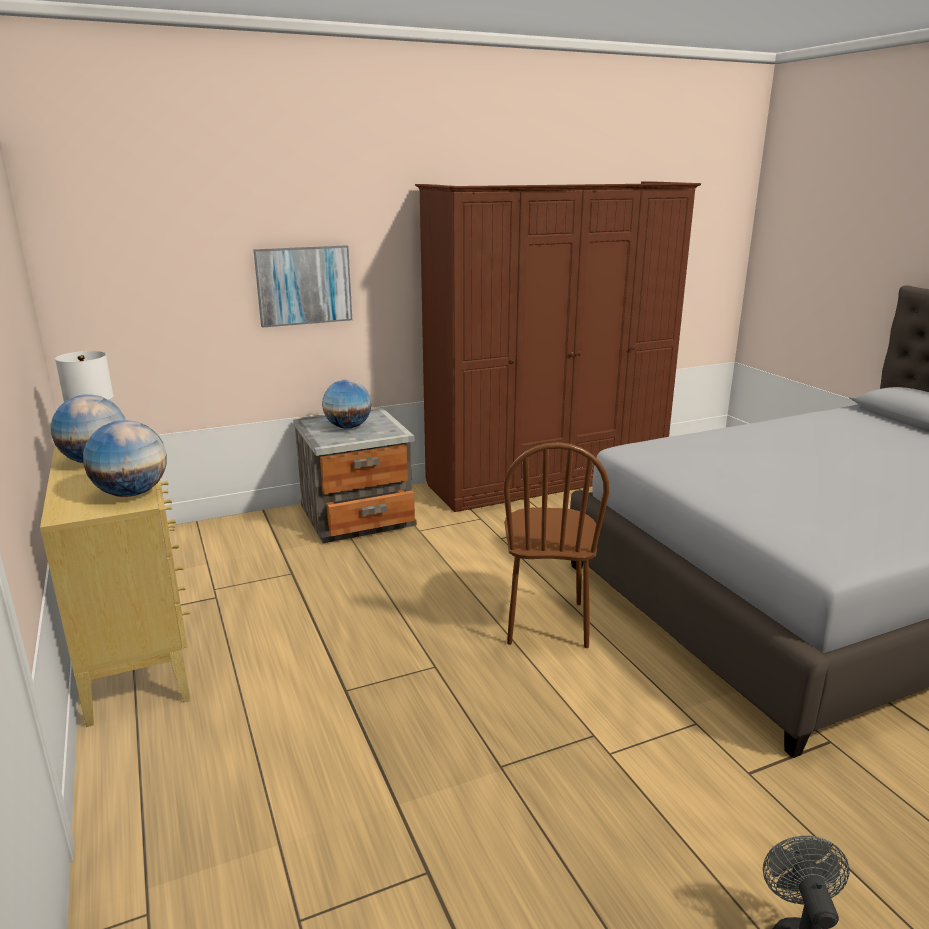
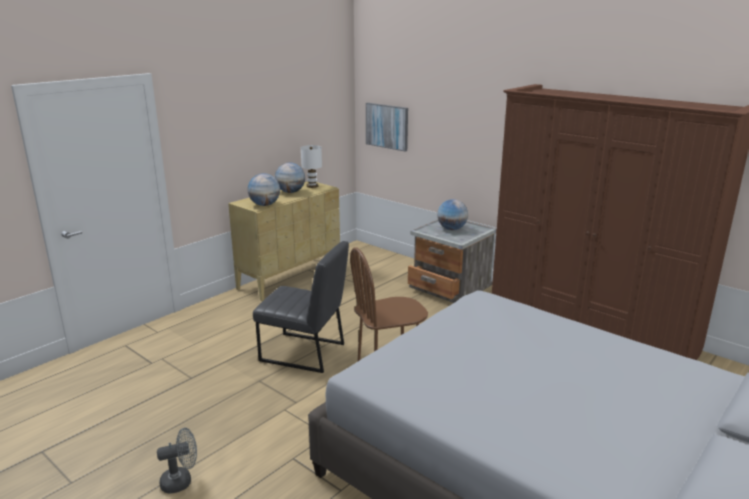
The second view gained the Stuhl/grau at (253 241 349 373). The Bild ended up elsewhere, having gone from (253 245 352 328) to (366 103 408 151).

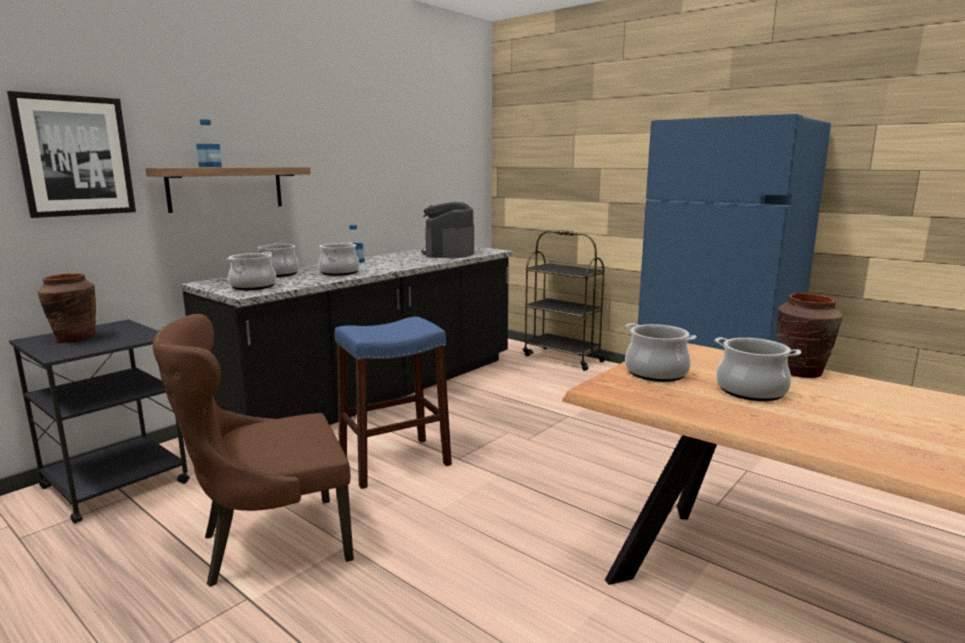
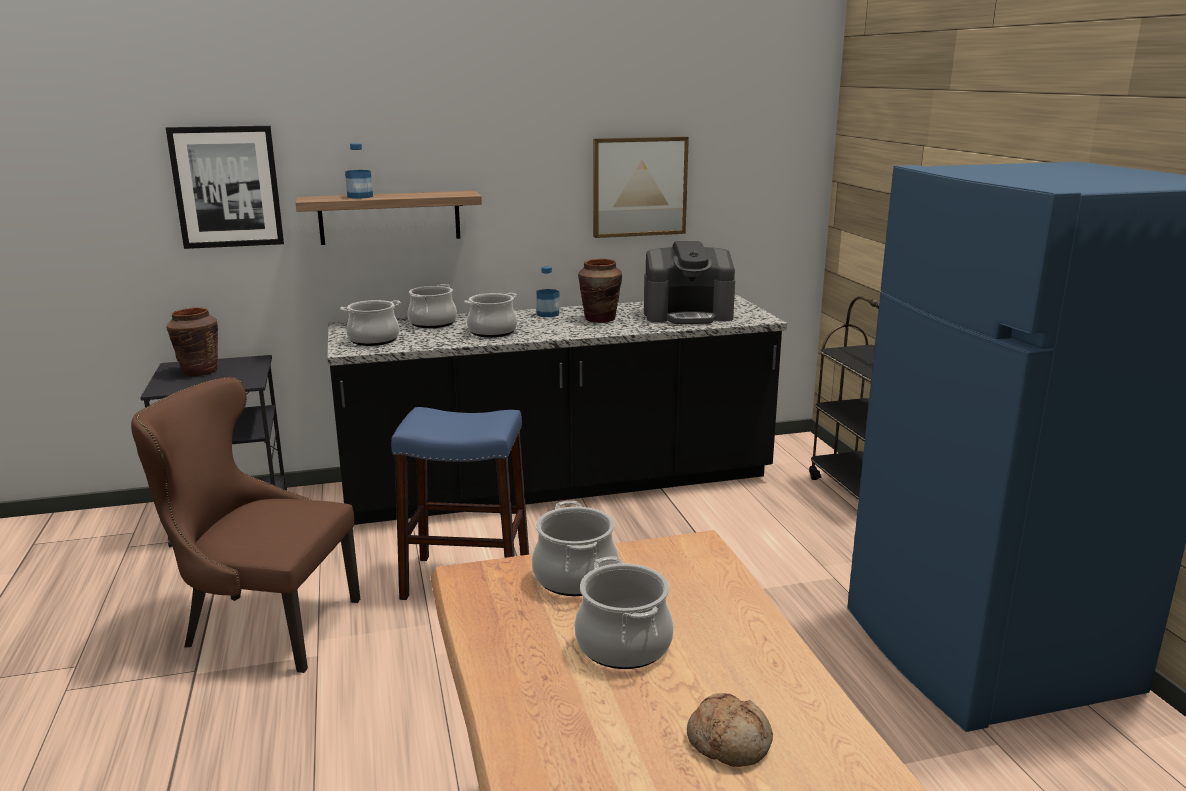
The Vase/braun ended up elsewhere, having gone from (777 293 843 378) to (578 259 622 323). The second view gained the Bild at (593 136 689 238). The Kaffeemaschine at (421 202 474 258) ended up facing another way, 135 degrees counterclockwise from before. The second view gained the Brot at (687 693 773 767).

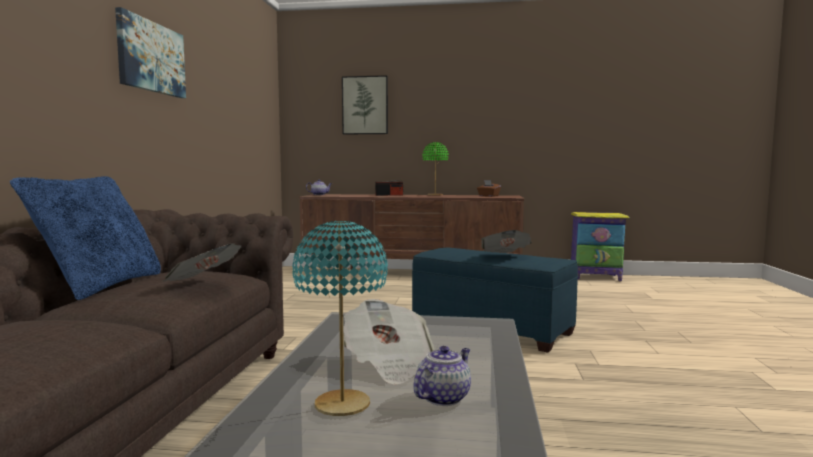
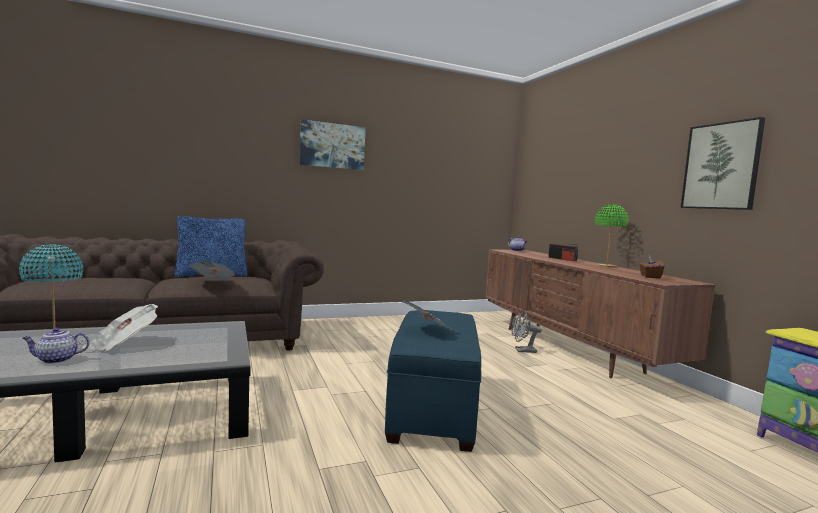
The Teekanne at (413 346 471 406) ended up facing another way, 150 degrees clockwise from before. The second view gained the Ventilator/grau at (511 310 542 353). The Bild ended up elsewhere, having gone from (342 75 388 135) to (681 117 765 210).

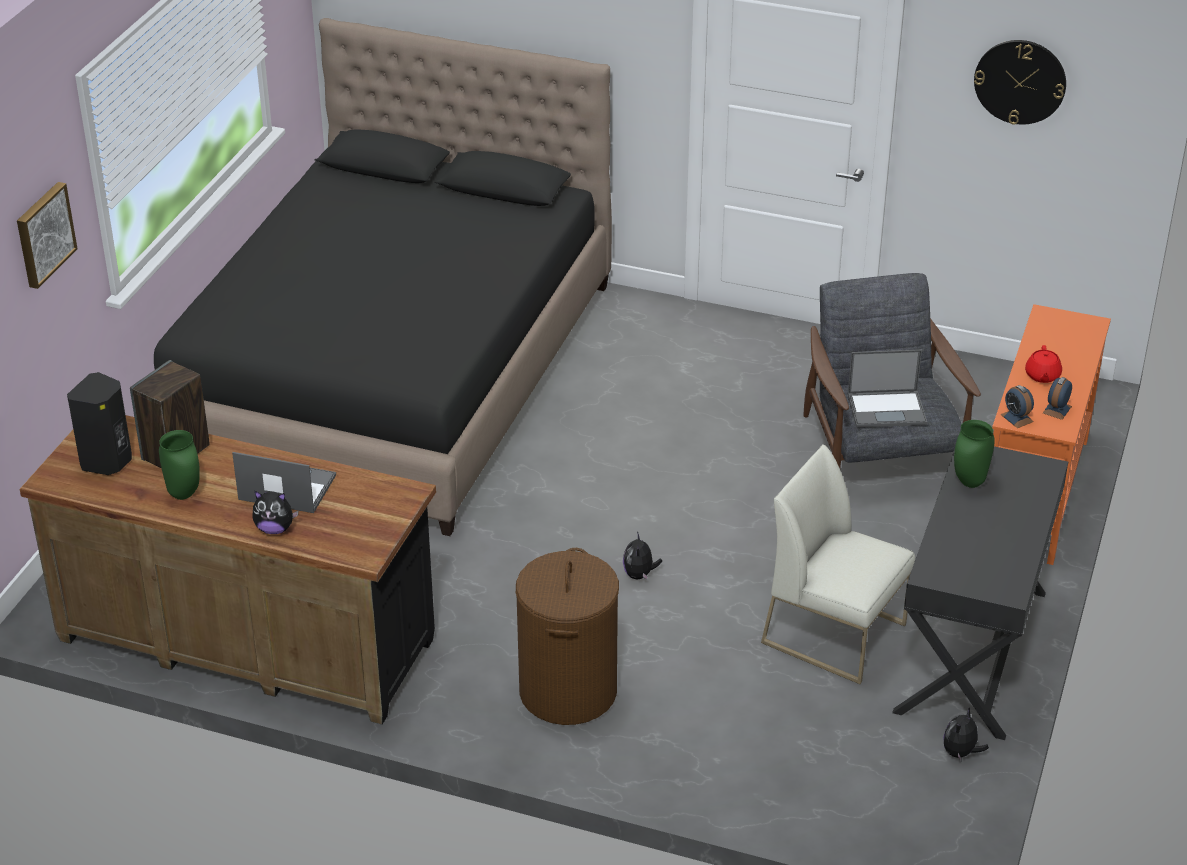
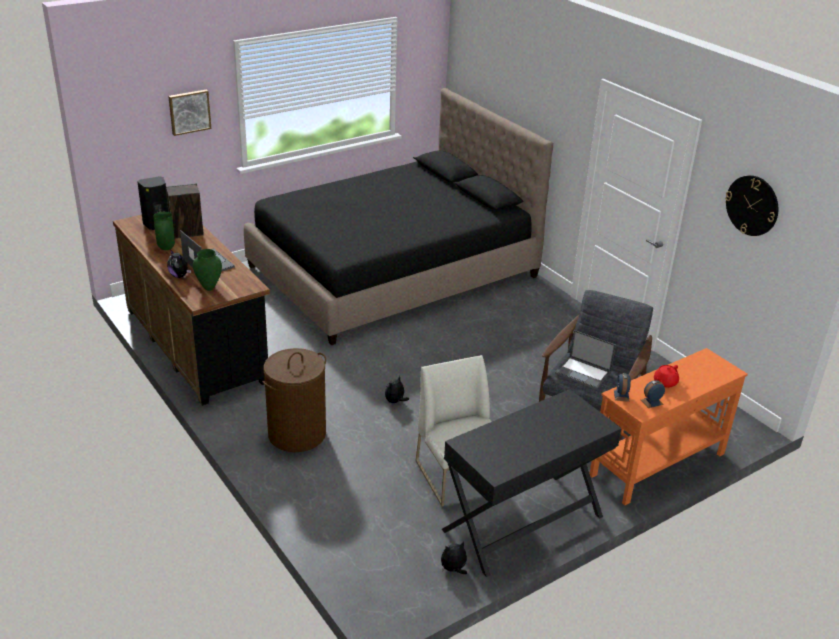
The Vase/grün ended up elsewhere, having gone from (954 420 995 488) to (193 249 222 291).

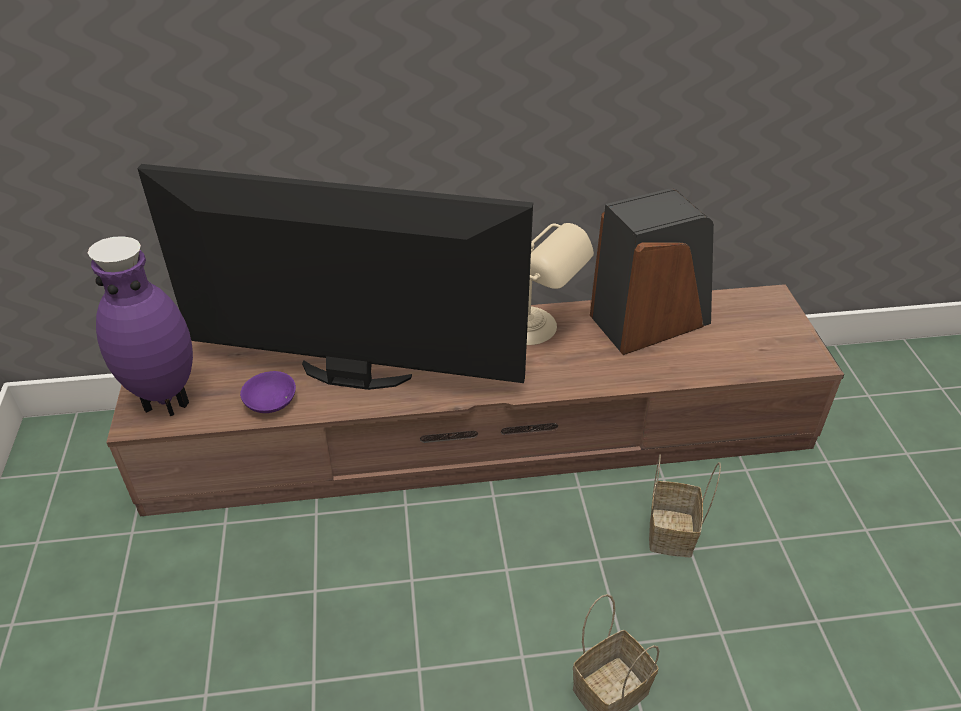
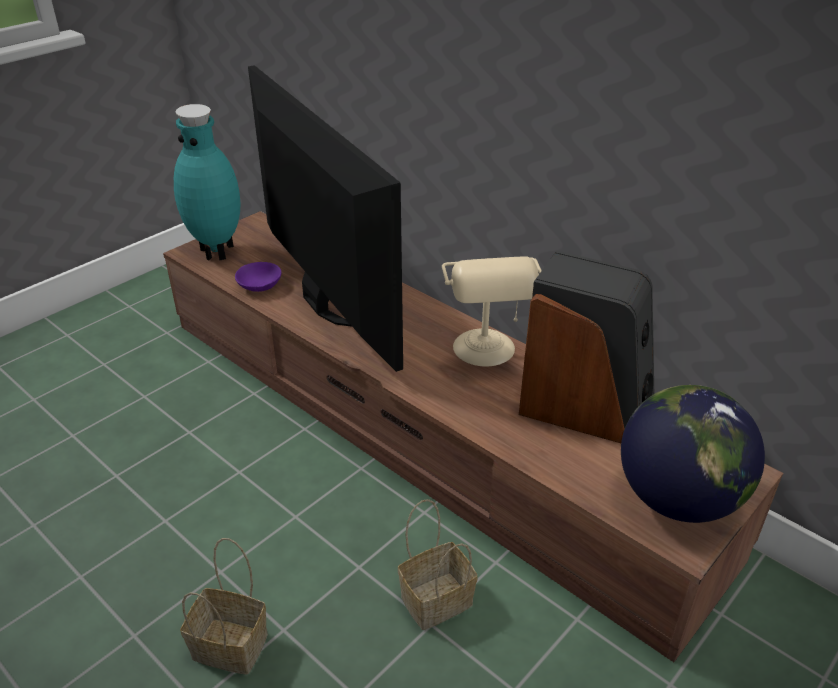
What was the Vase/lila at (88 236 193 416) turned into the Vase/türkis at (174 104 240 261). The second view gained the Globus at (621 385 765 523).

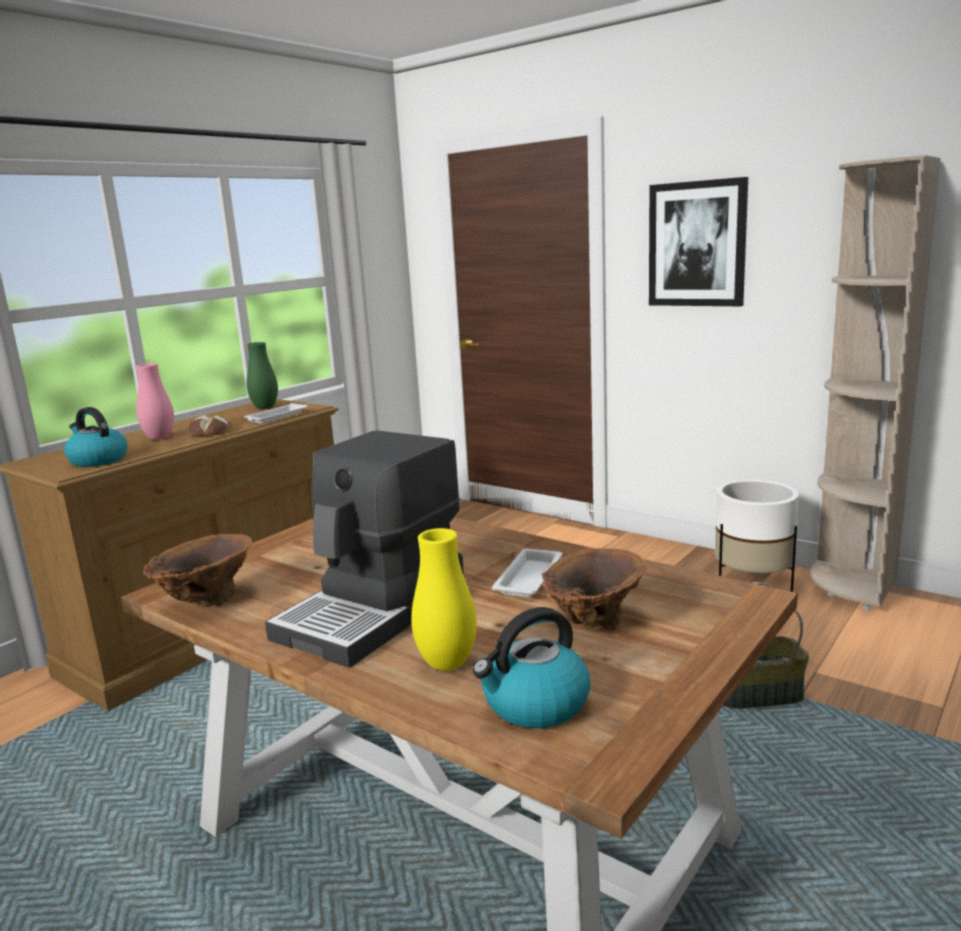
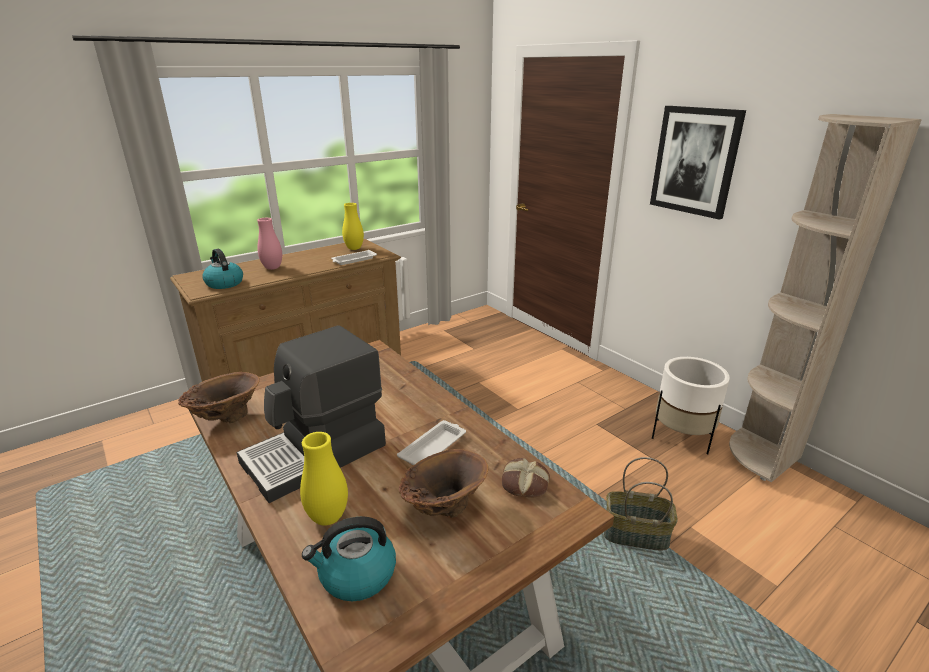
What was the Vase/grün at (246 342 278 409) turned into the Vase/gelb at (342 203 364 250). The Brot ended up elsewhere, having gone from (189 415 231 436) to (502 458 550 498).

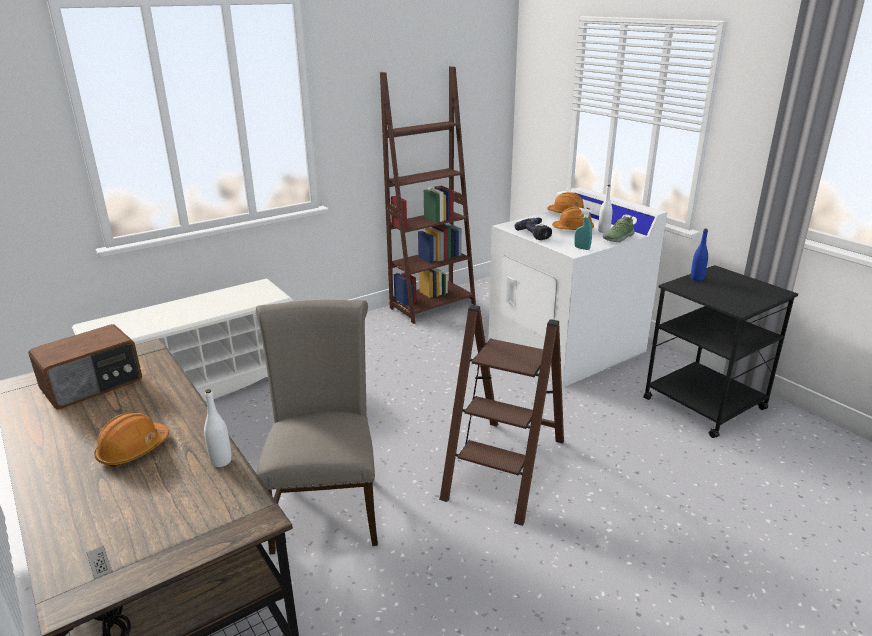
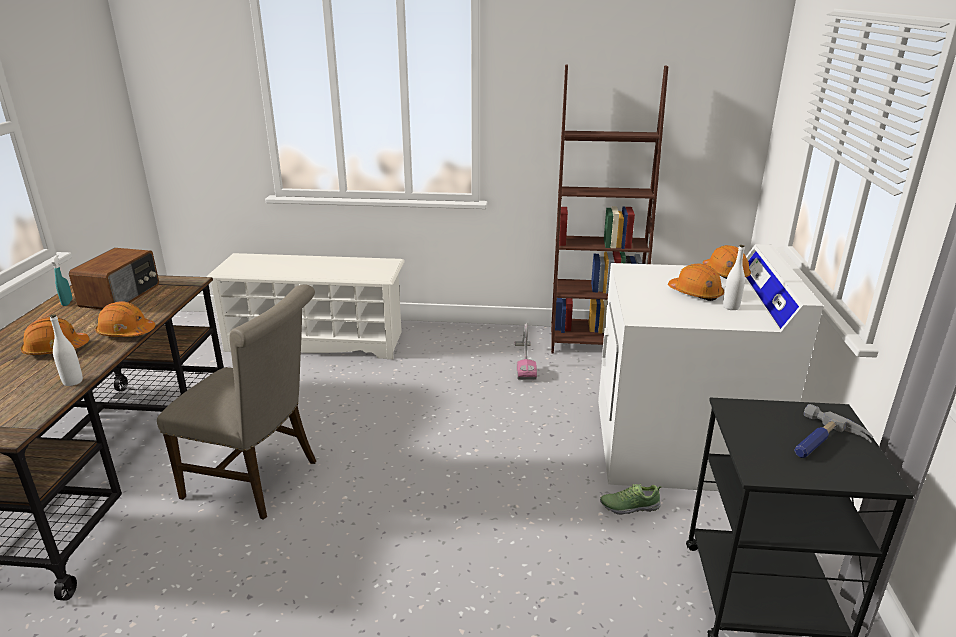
The Sprühflasche/türkis ended up elsewhere, having gone from (574 208 592 250) to (51 255 73 306). The Radio at (28 324 142 410) ended up facing another way, 75 degrees counterclockwise from before. The second view gained the Schutzhelm/orange at (95 301 155 337). The Stuhl/beige at (256 300 378 554) ended up facing another way, 75 degrees clockwise from before. The second view gained the Staubsauger at (515 323 537 380). The Schuh ended up elsewhere, having gone from (603 216 635 242) to (600 484 661 515). The second view gained the Hammer at (794 404 873 458). The second view lost the Trittleiter/braun at (439 305 564 526). The second view lost the Bohrmaschine at (515 218 552 240). The second view lost the Flasche/blau at (691 228 708 281).

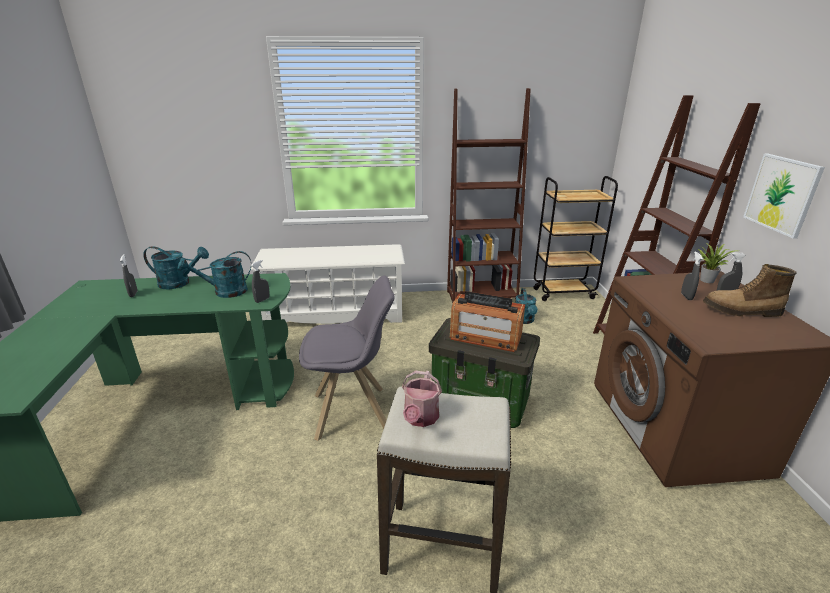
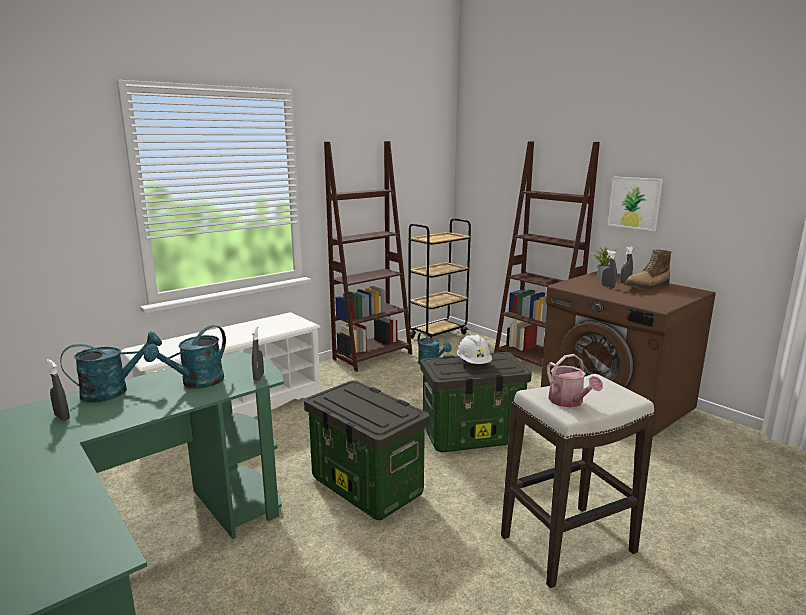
Where the Stuhl/grau stood at (299 276 395 441), the Aufbewahrungsbox came to stand at (304 380 429 520). Where the Radio stood at (450 291 525 352), the Schutzhelm/weiß came to stand at (457 335 492 364).

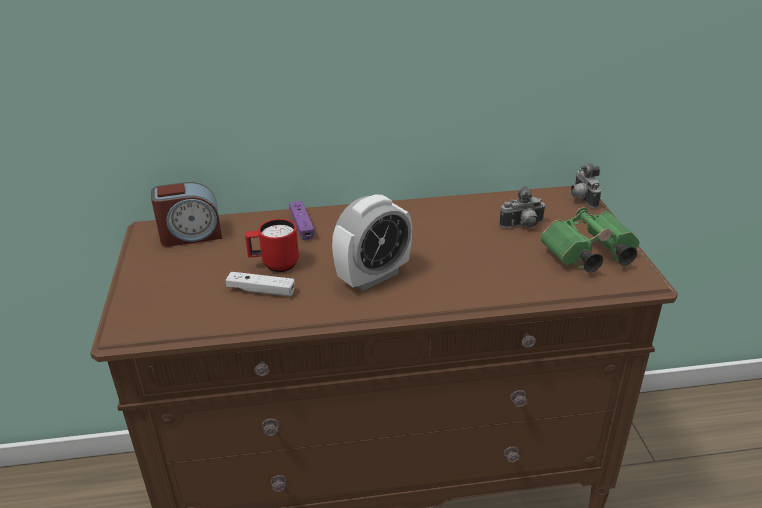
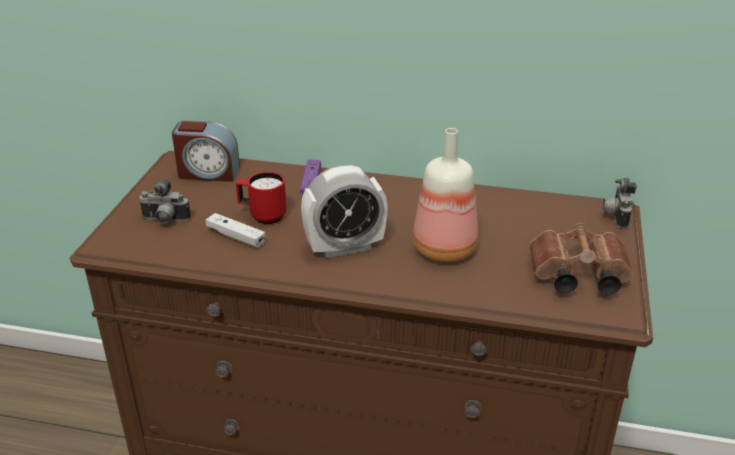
The Kamera ended up elsewhere, having gone from (499 186 546 228) to (139 179 191 223). The second view gained the Flasche at (413 128 478 262). What was the Fernglas/grün at (540 207 639 272) turned into the Fernglas/braun at (529 223 633 295).

